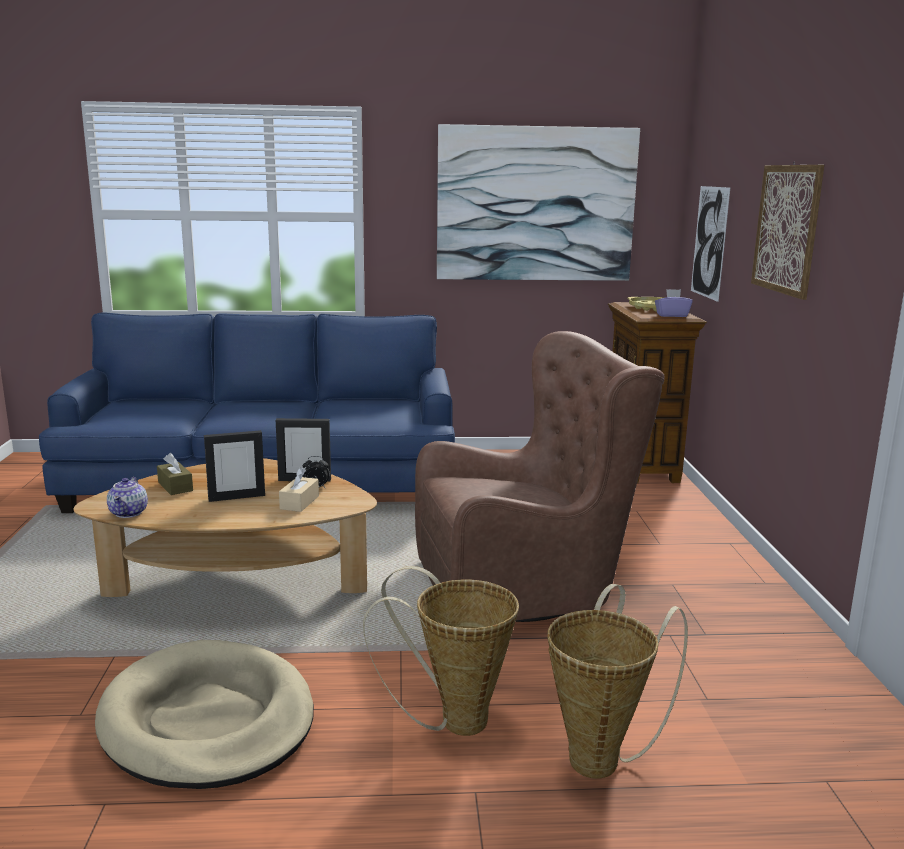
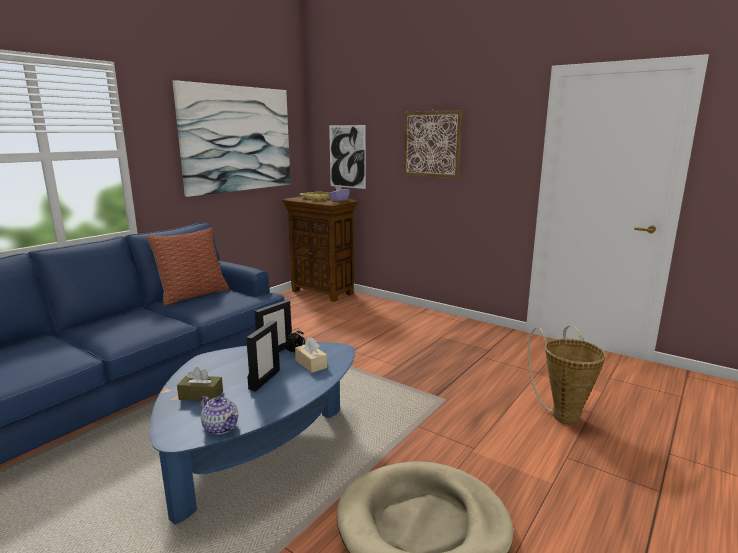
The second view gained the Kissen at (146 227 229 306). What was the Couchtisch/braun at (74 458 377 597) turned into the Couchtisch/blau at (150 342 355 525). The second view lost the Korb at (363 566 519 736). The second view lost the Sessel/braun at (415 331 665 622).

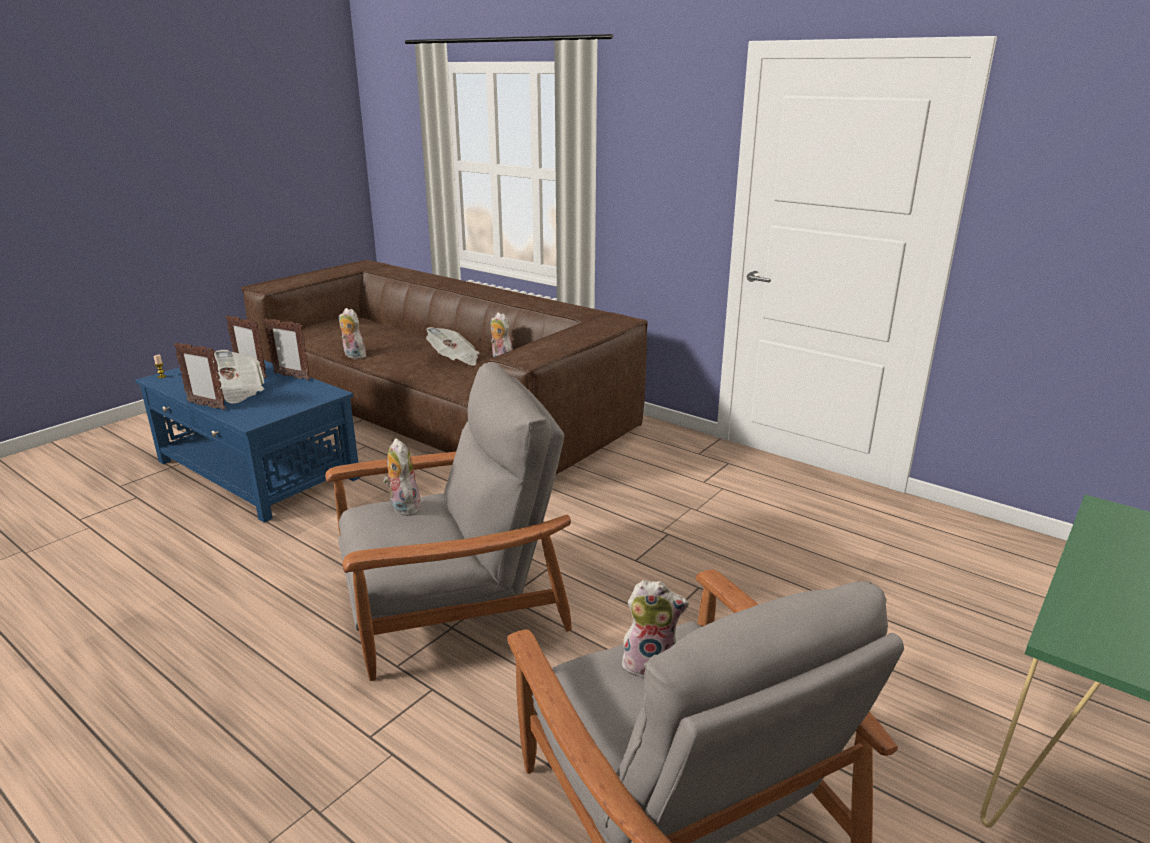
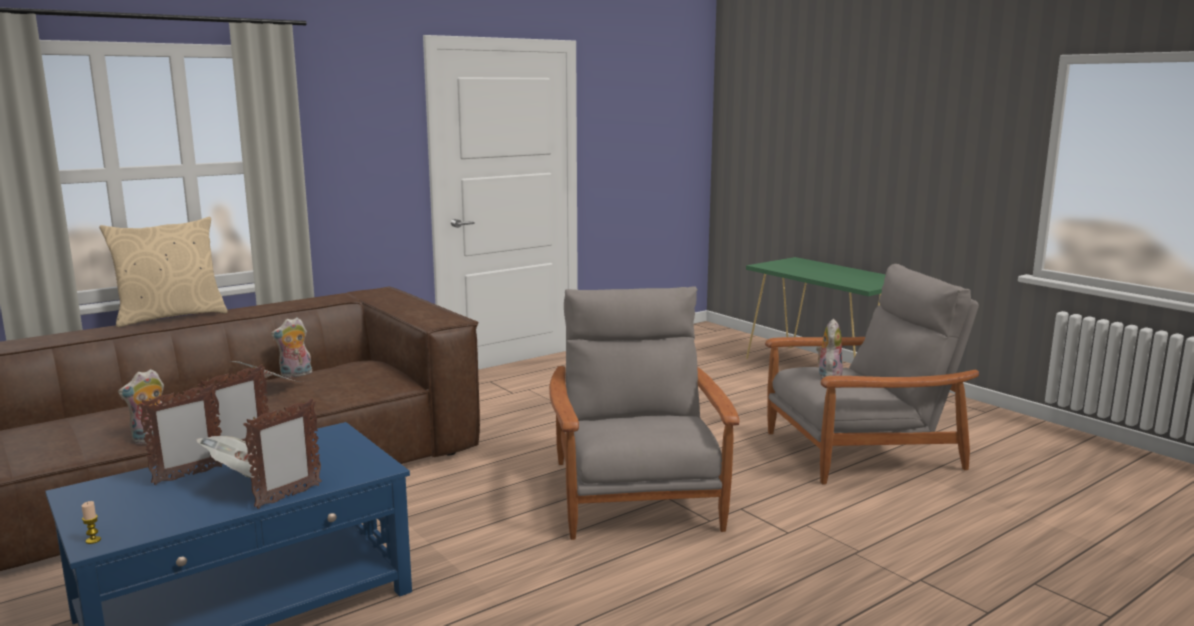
The second view gained the Kissen/beige at (100 217 228 327). The second view lost the Plüschtier at (383 438 421 516).

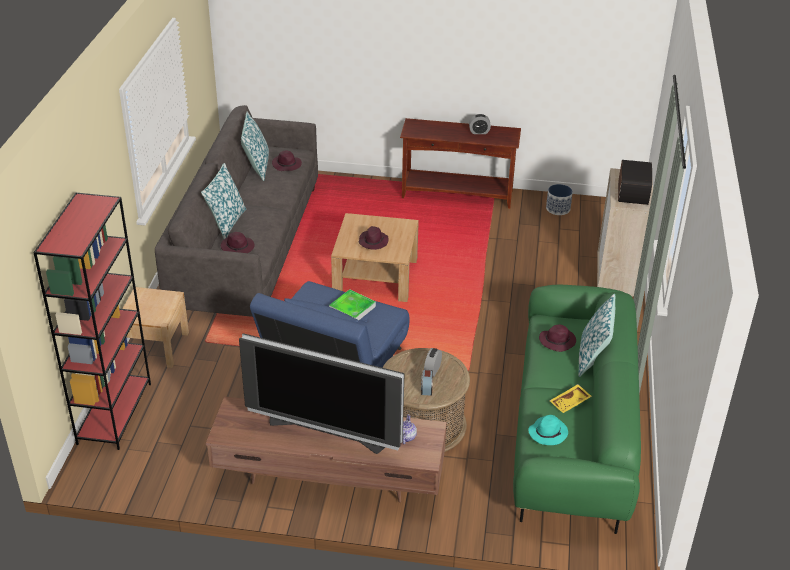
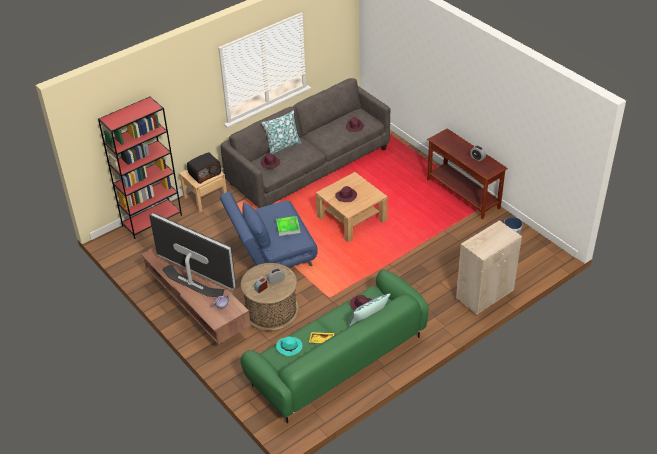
The Fernseher at (239 333 404 454) ended up facing another way, 150 degrees clockwise from before. The Radio ended up elsewhere, having gone from (618 160 652 205) to (187 152 221 184). The second view lost the Kissen at (241 112 269 181).

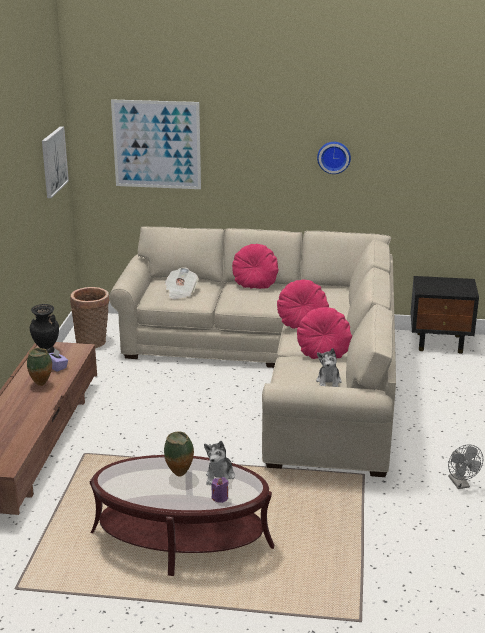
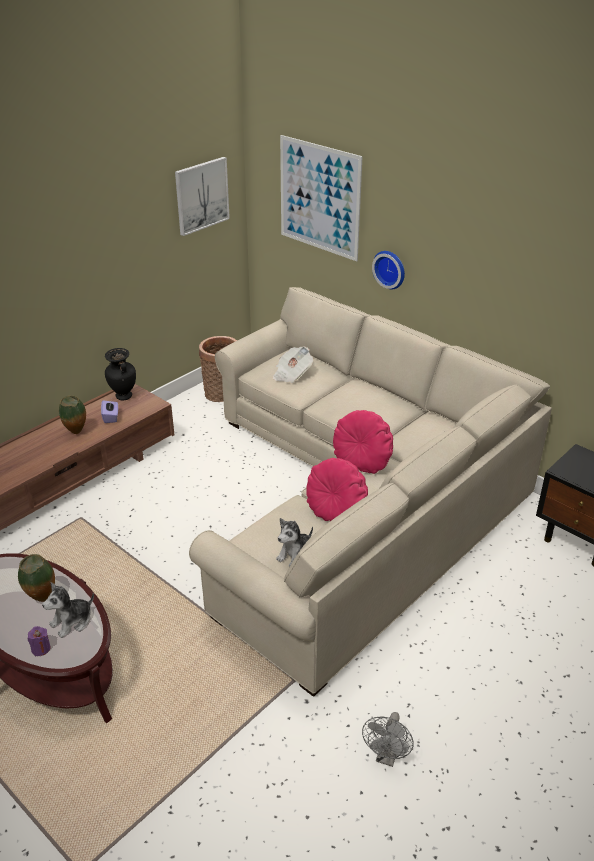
The Wanduhr ended up elsewhere, having gone from (317 142 351 174) to (372 251 405 289). The second view lost the Kissen/rosa at (232 244 278 289).

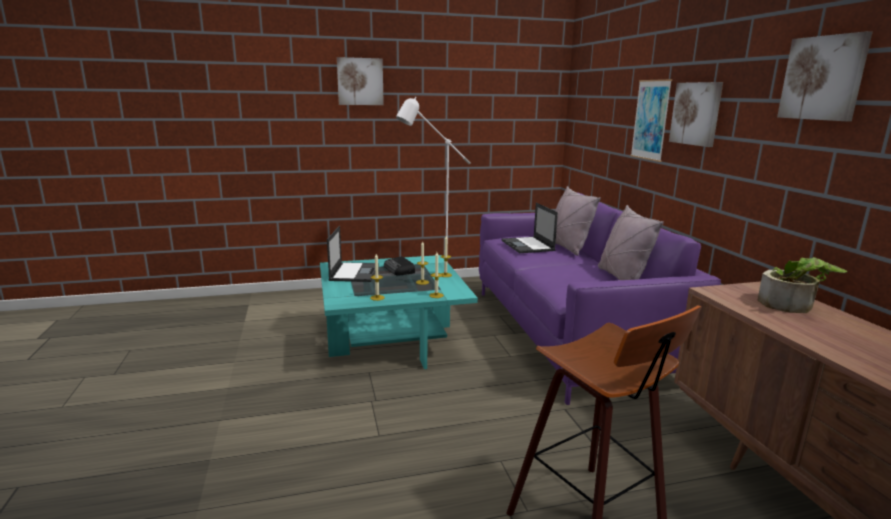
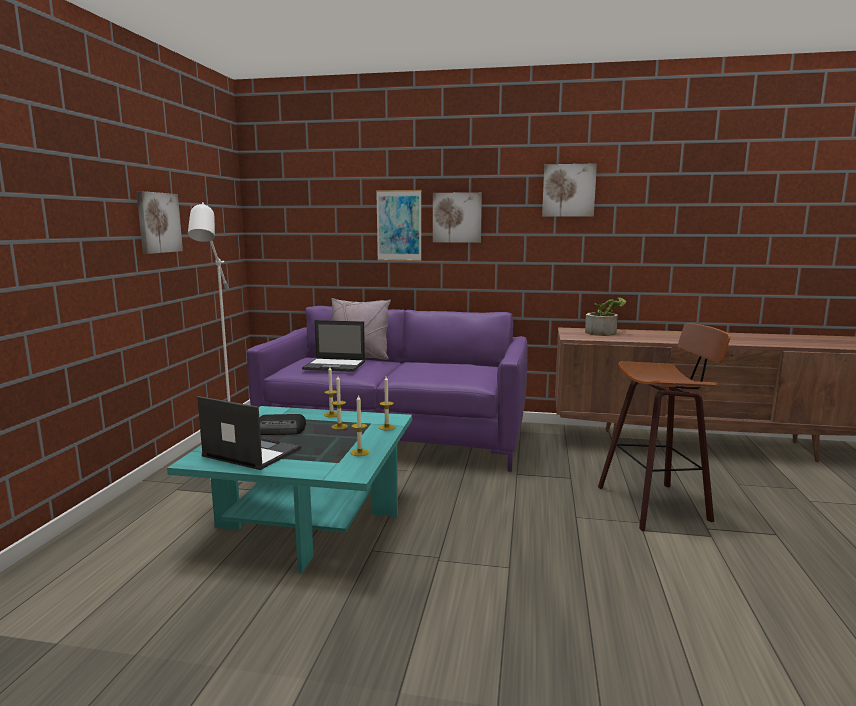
The Bild ended up elsewhere, having gone from (337 57 384 105) to (136 191 183 254). The second view lost the Kissen/lila at (598 205 664 280).

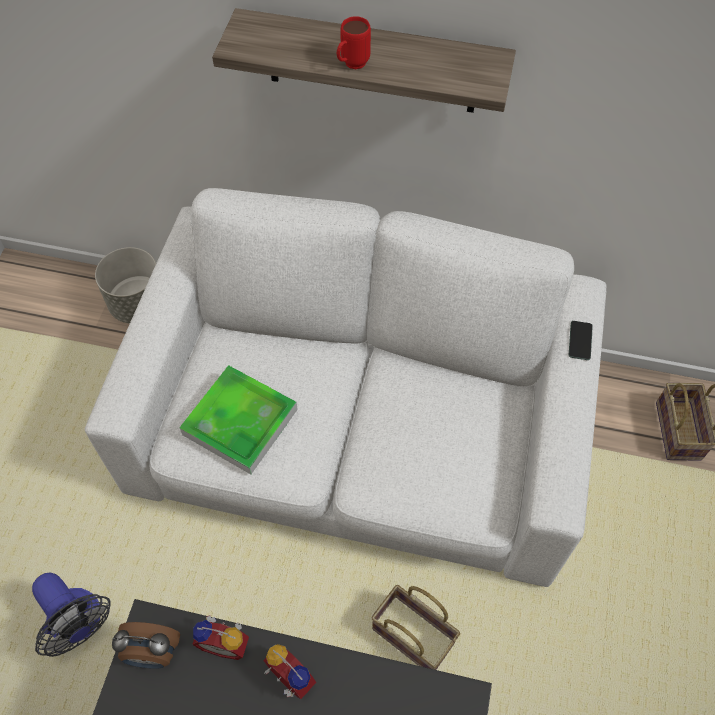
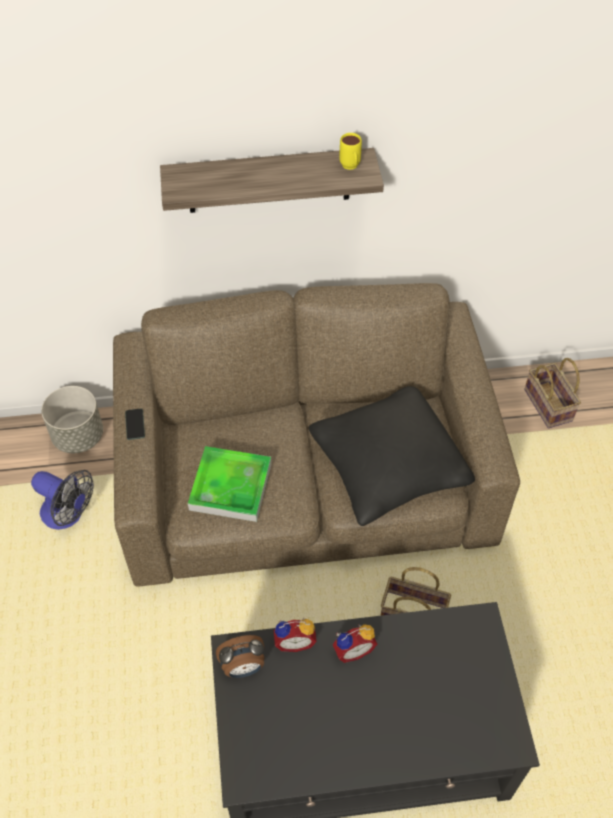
The Ventilator ended up elsewhere, having gone from (32 572 111 657) to (31 470 94 530). What was the Sofa/weiß at (85 188 606 587) turned into the Sofa/braun at (113 283 520 587). The Handy ended up elsewhere, having gone from (569 321 593 360) to (125 408 145 440). The second view gained the Kissen/schwarz at (309 386 475 526). The Wecker at (263 644 316 699) ended up facing another way, 135 degrees clockwise from before. The second view gained the Henkelbecher/gelb at (339 133 362 170). The second view lost the Henkelbecher/rot at (337 16 371 69).

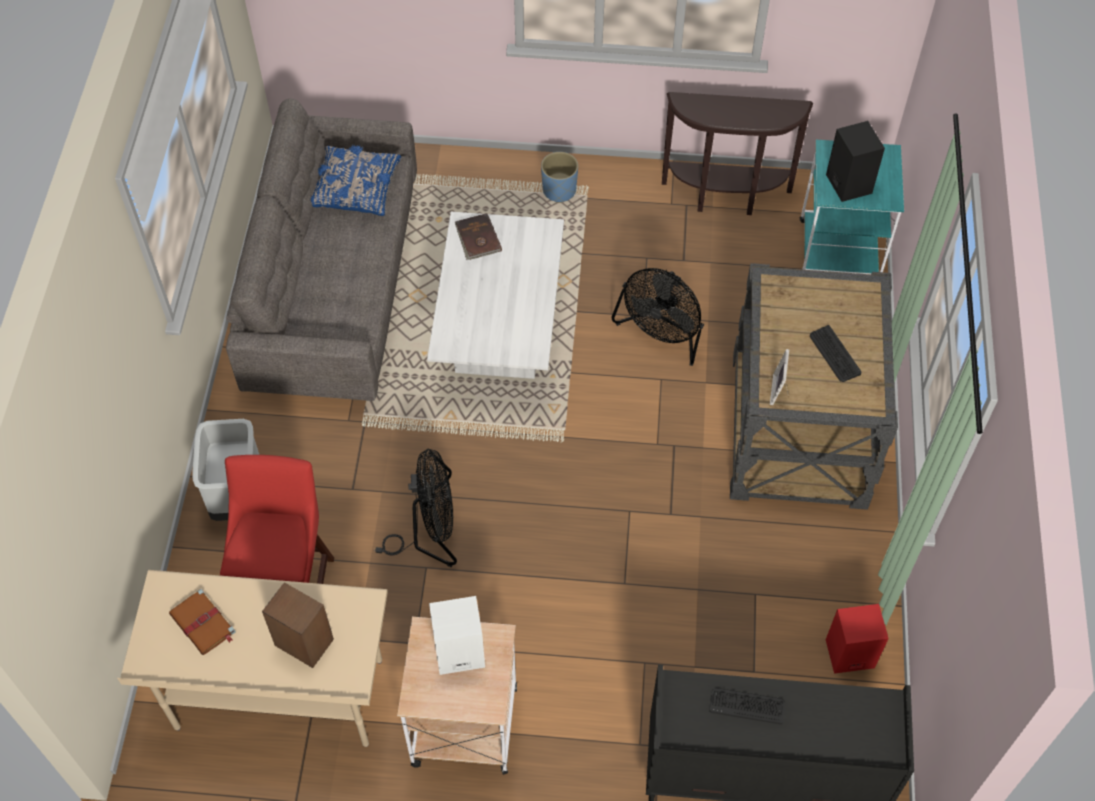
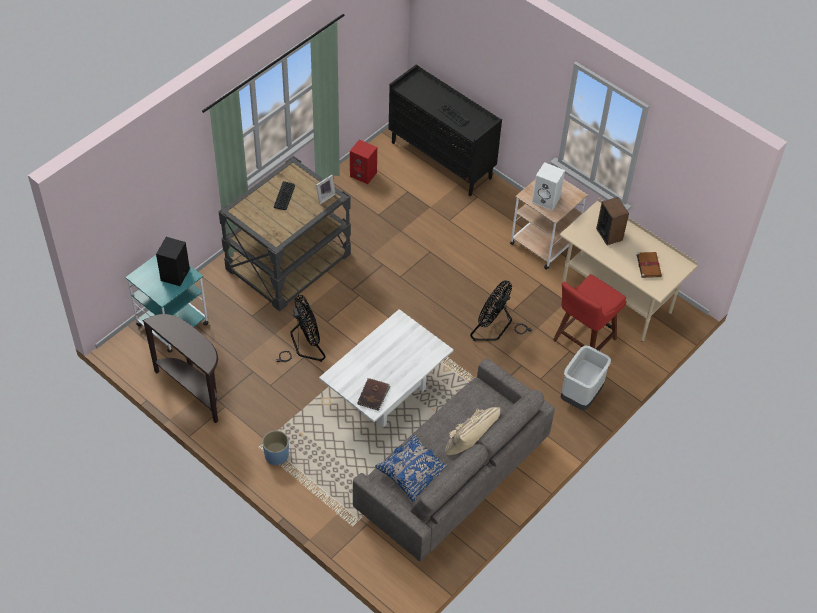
The second view gained the Kissen/beige at (445 407 500 455).

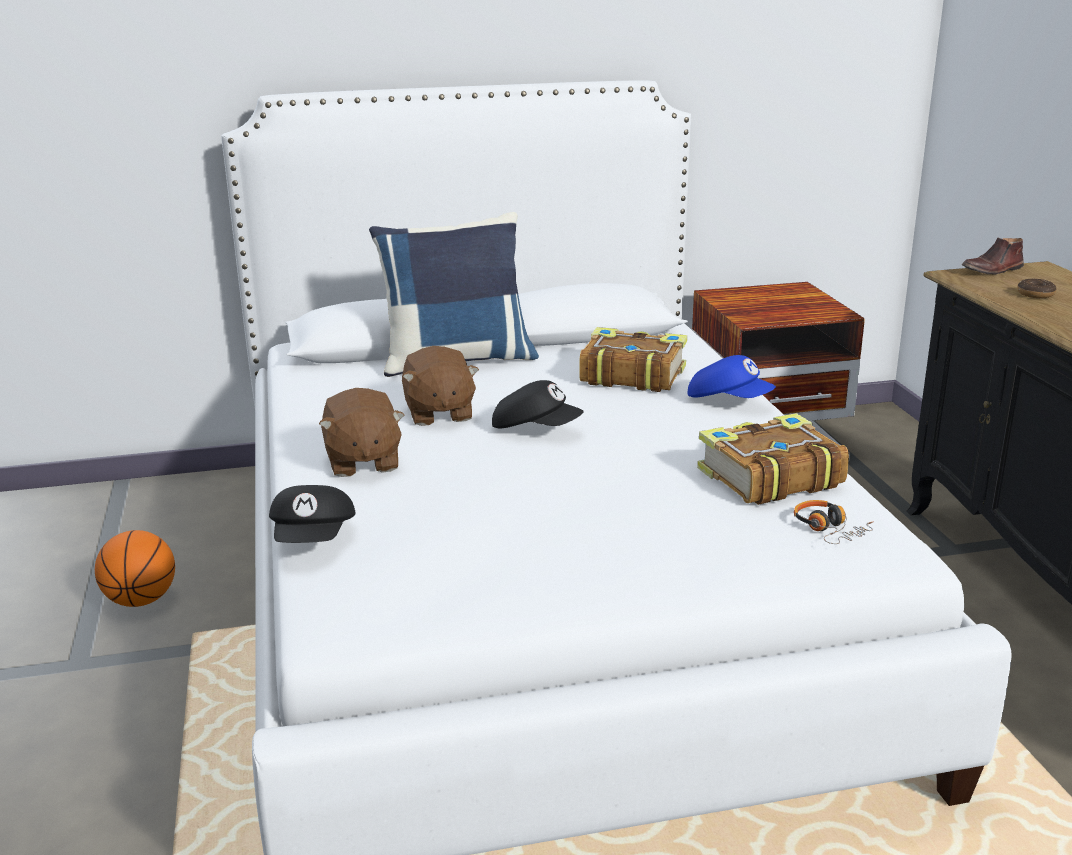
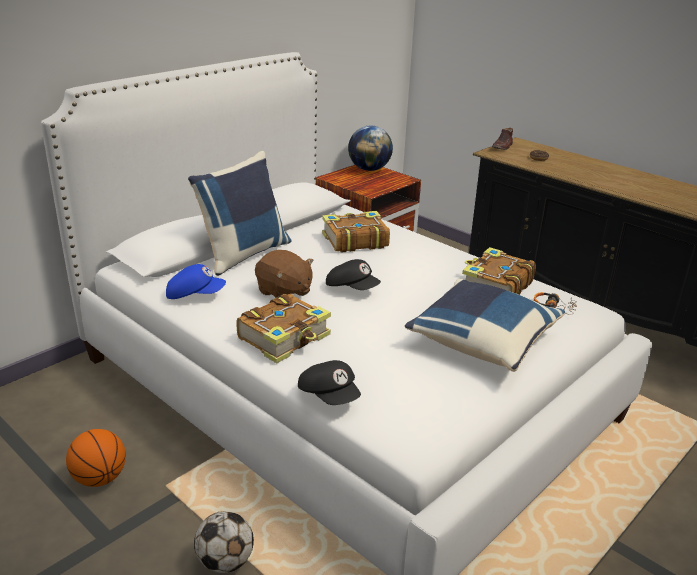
The Kappe/blau ended up elsewhere, having gone from (688 355 776 398) to (166 264 226 299). The second view gained the Fußball at (194 511 254 573). Where the Plüschtier/braun stood at (319 388 405 477), the Buch came to stand at (236 294 331 363). The Kappe/schwarz at (492 380 584 428) ended up facing another way, 45 degrees clockwise from before. The second view gained the Globus at (348 125 393 171). The second view gained the Kissen/blau at (405 279 565 372).

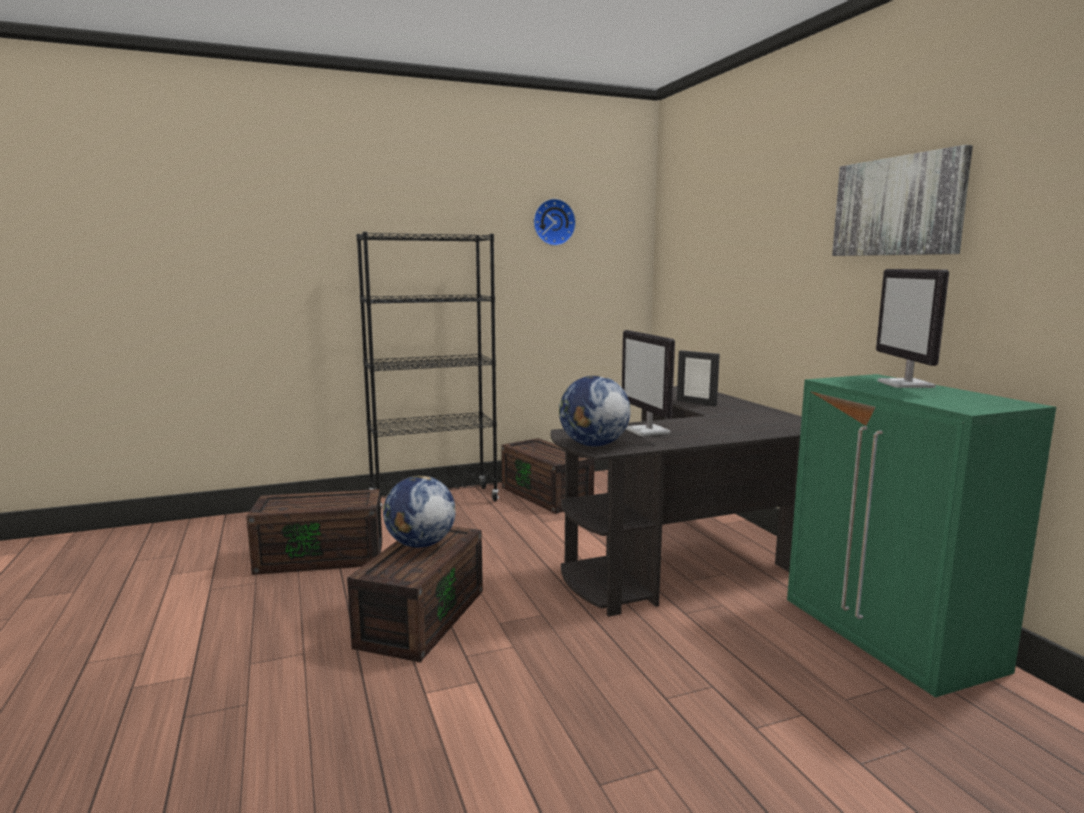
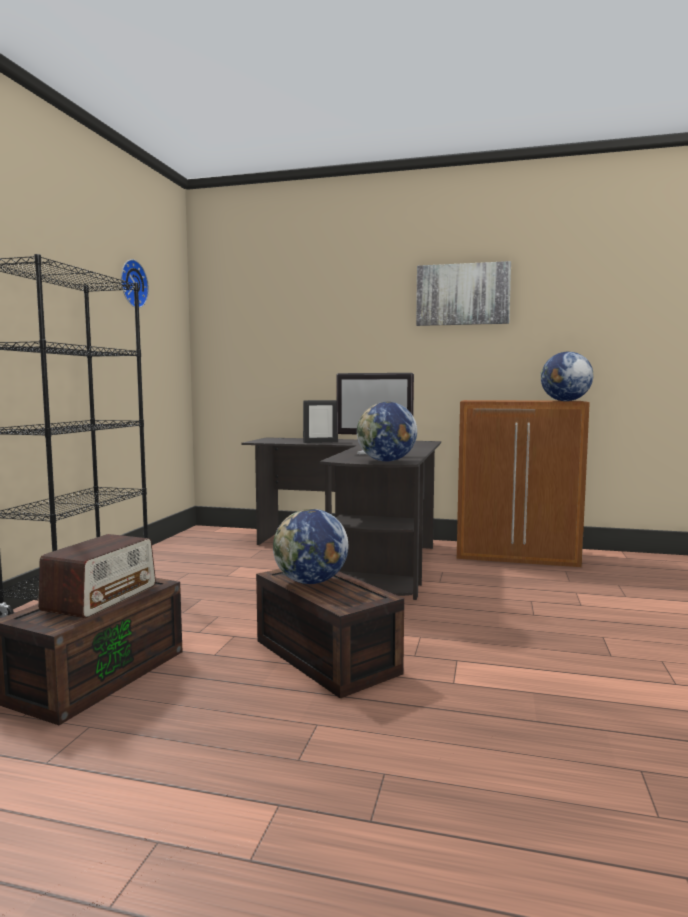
The second view gained the Radio at (38 534 156 618). What was the Schrank/grün at (787 374 1056 698) turned into the Schrank/braun at (457 400 590 567). The second view gained the Globus at (540 352 593 401). The second view lost the Aufbewahrungsbox/braun at (501 438 594 514). The second view lost the Monitor at (876 269 949 388).

